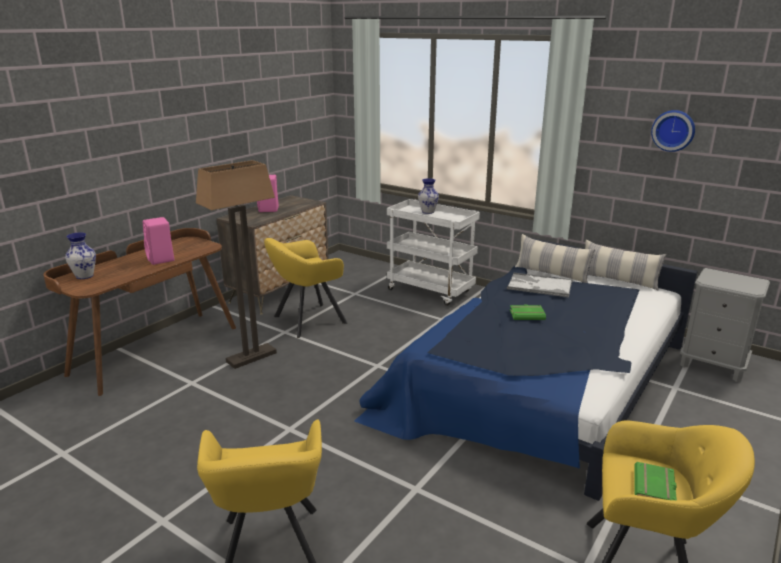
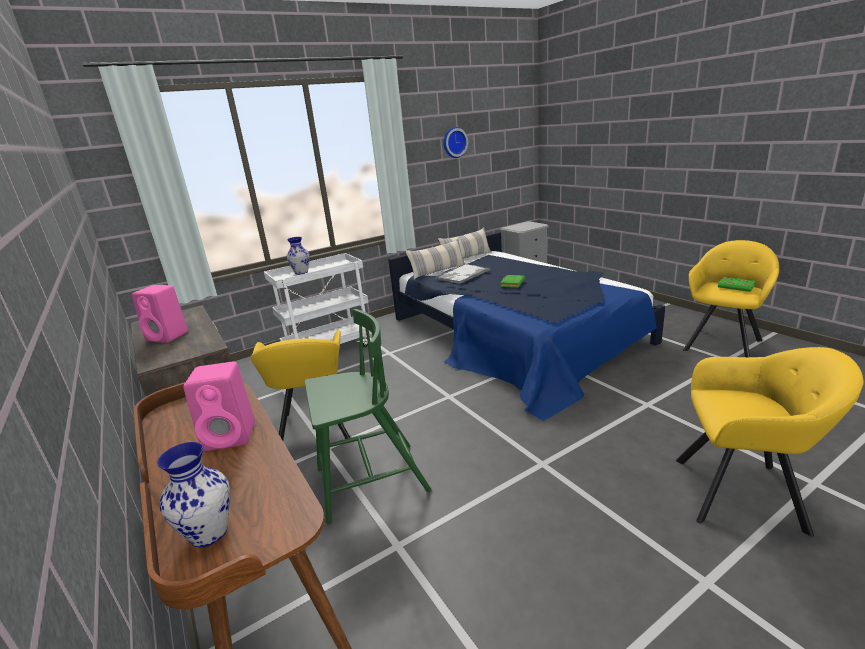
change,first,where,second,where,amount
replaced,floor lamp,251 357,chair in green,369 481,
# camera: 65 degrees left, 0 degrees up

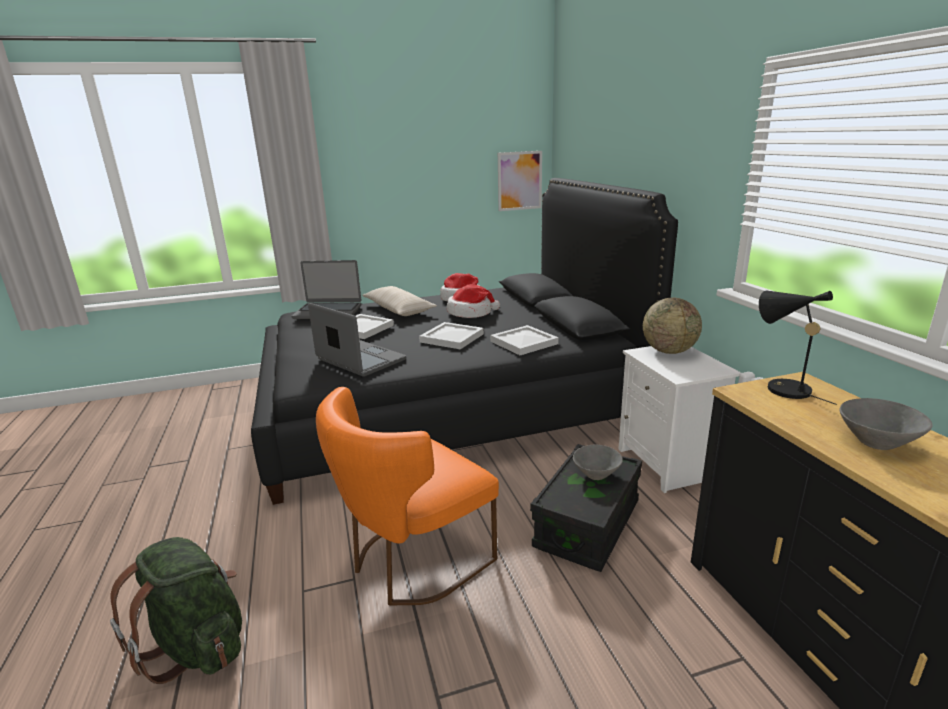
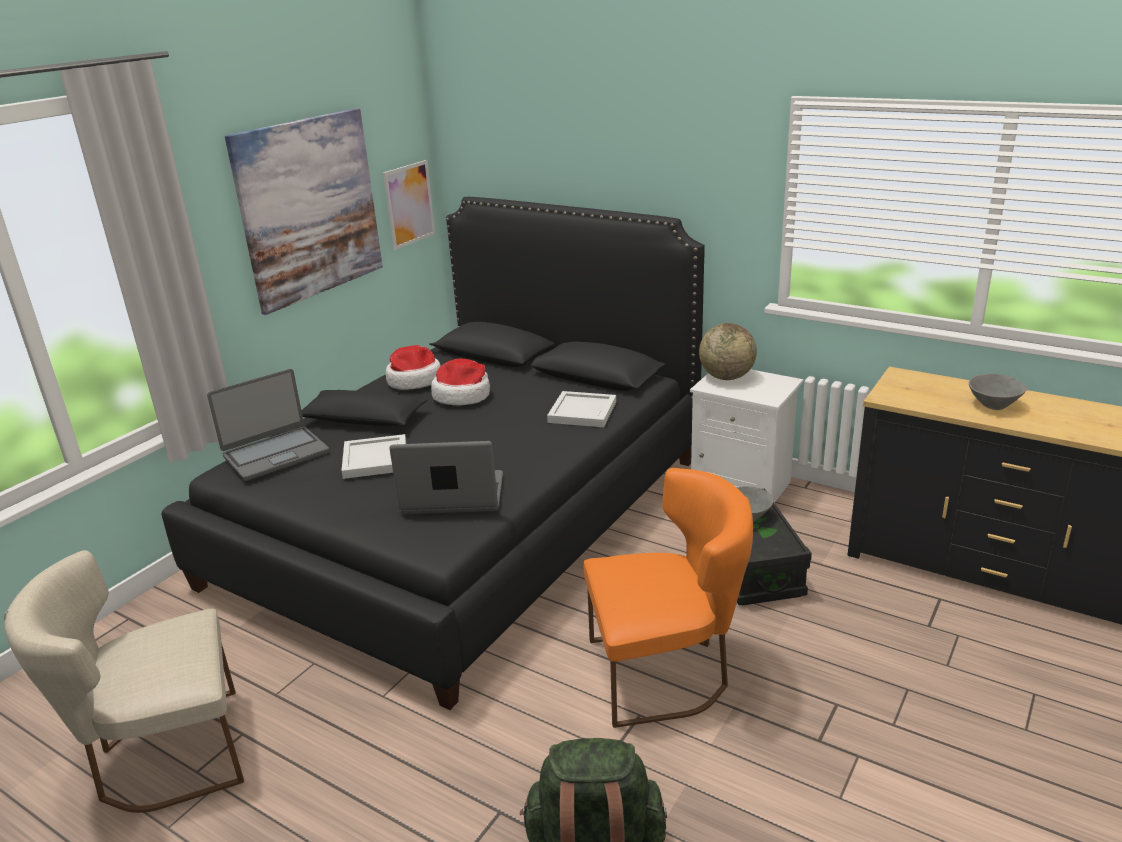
change,first,where,second,where,amount
removed,tray in white,453 338,,,
removed,table lamp in black,781 388,,,
added,,,chair in beige,164 757,
added,,,picture,309 208,
recoloured,pillow in beige,398 309,pillow in black,363 420,
turned,chair in orange,413 562,,666 672,105 degrees counterclockwise
# camera: 40 degrees left, 5 degrees up

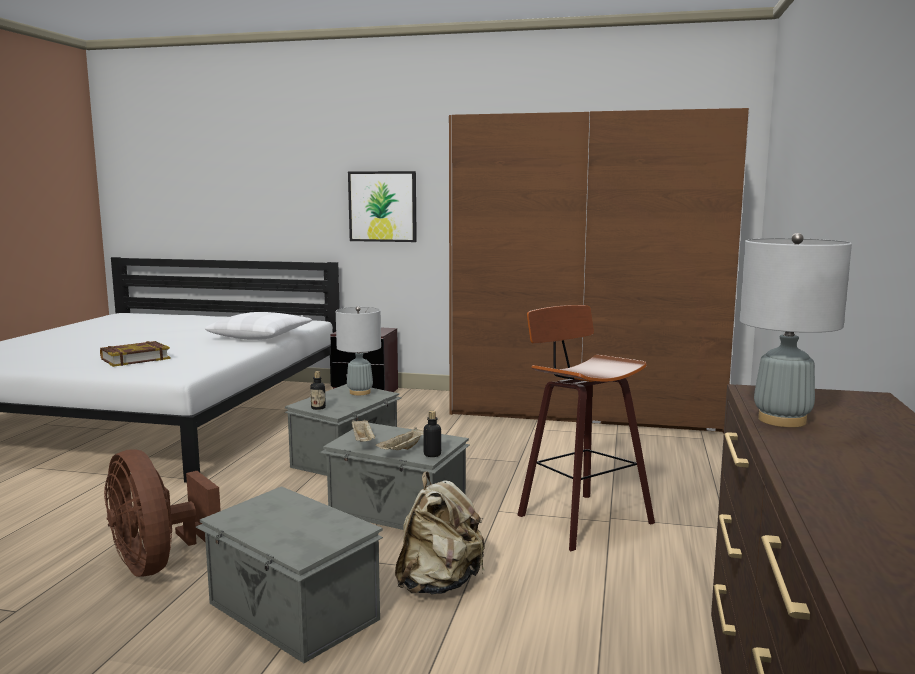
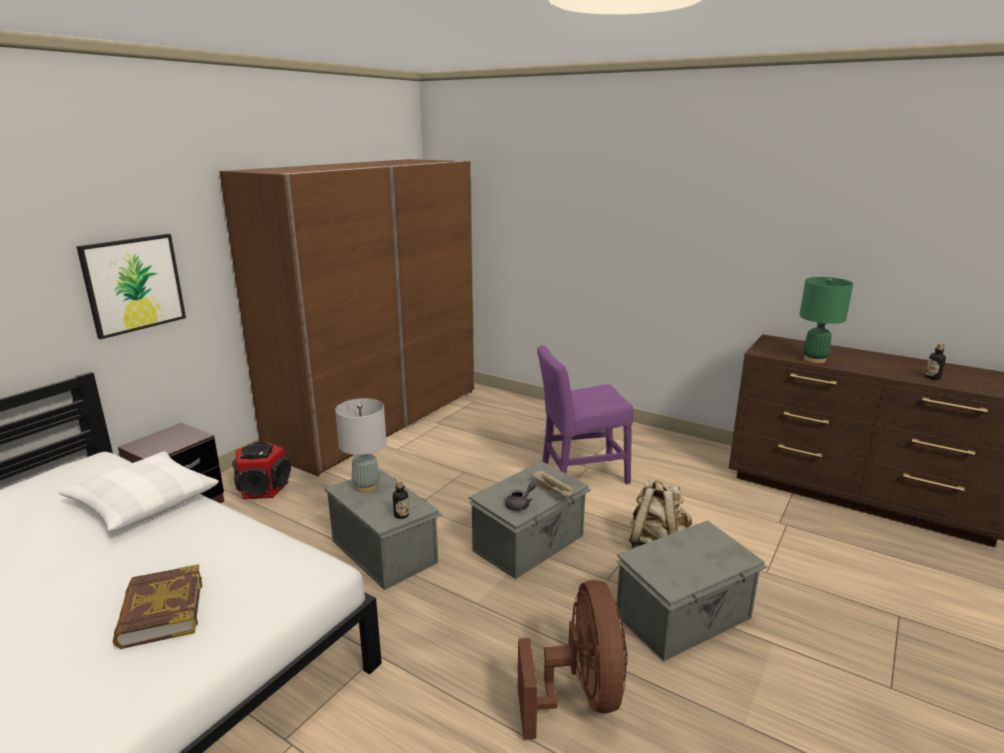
change,first,where,second,where,amount
added,,,speaker,263 488,
moved,bottle,432 454,,932 377,
replaced,tray in beige,363 441,teapot in grey,520 504,
replaced,stool,579 518,chair in purple,580 475,
recoloured,table lamp in grey,782 420,table lamp in green,815 360,
turned,fan in brown,157 564,,580 695,75 degrees counterclockwise
# camera: 70 degrees left, 10 degrees up

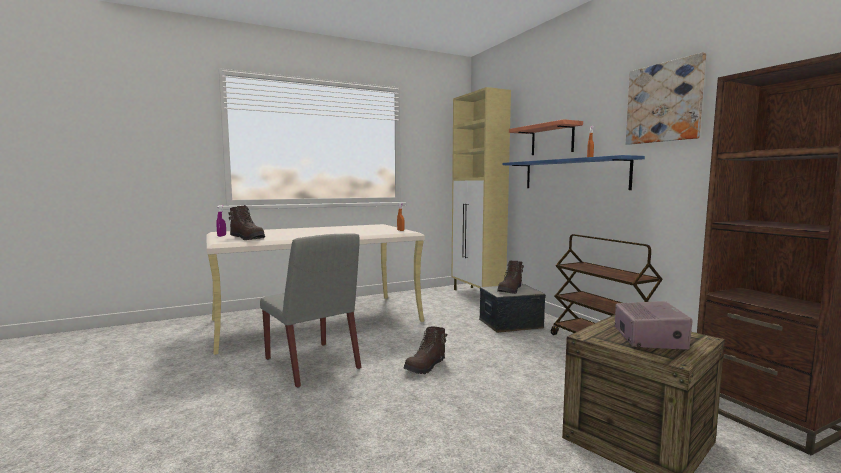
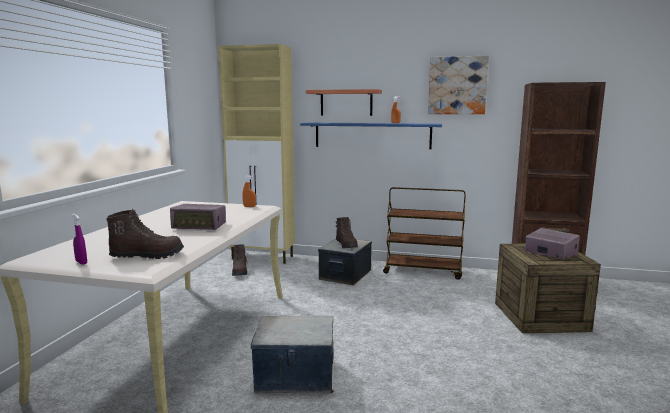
change,first,where,second,where,amount
added,,,radio,199 226,
moved,boot in brown,426 366,,240 271,
replaced,chair in grey,312 364,storage box,295 376,
# camera: 50 degrees left, 5 degrees up

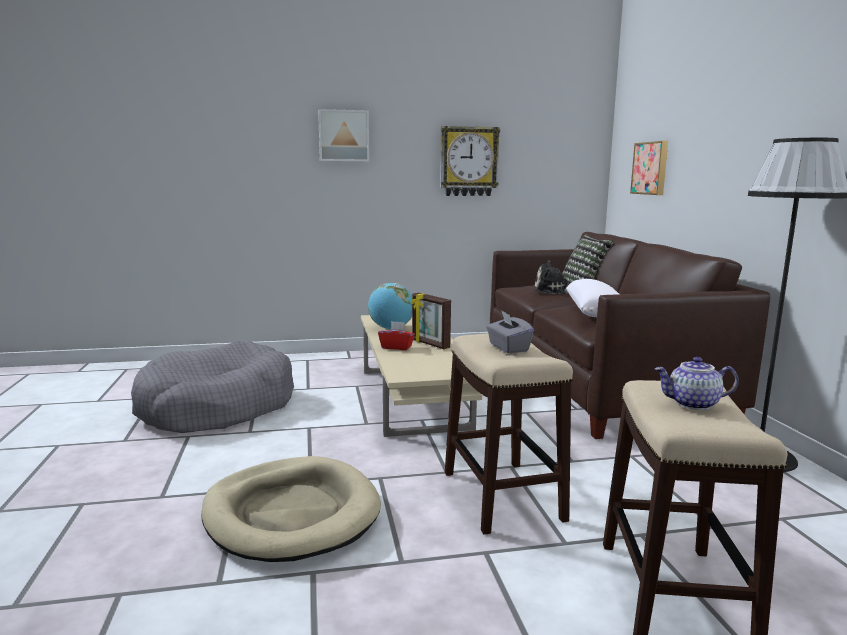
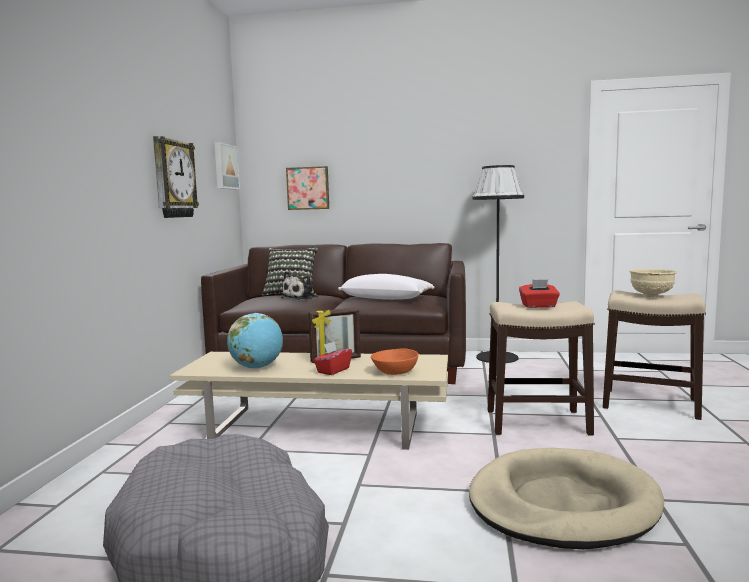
change,first,where,second,where,amount
added,,,bowl in orange,395 372,
moved,picture,343 136,,225 166,
replaced,teapot,693 404,bowl in beige,651 295,
recoloured,tissue box in grey,508 348,tissue box in red,539 306,
# camera: 70 degrees left, 5 degrees down

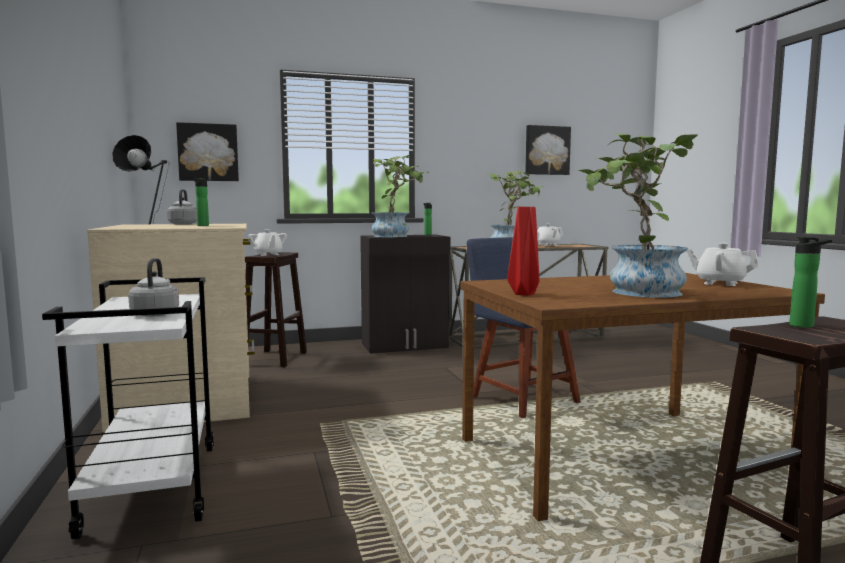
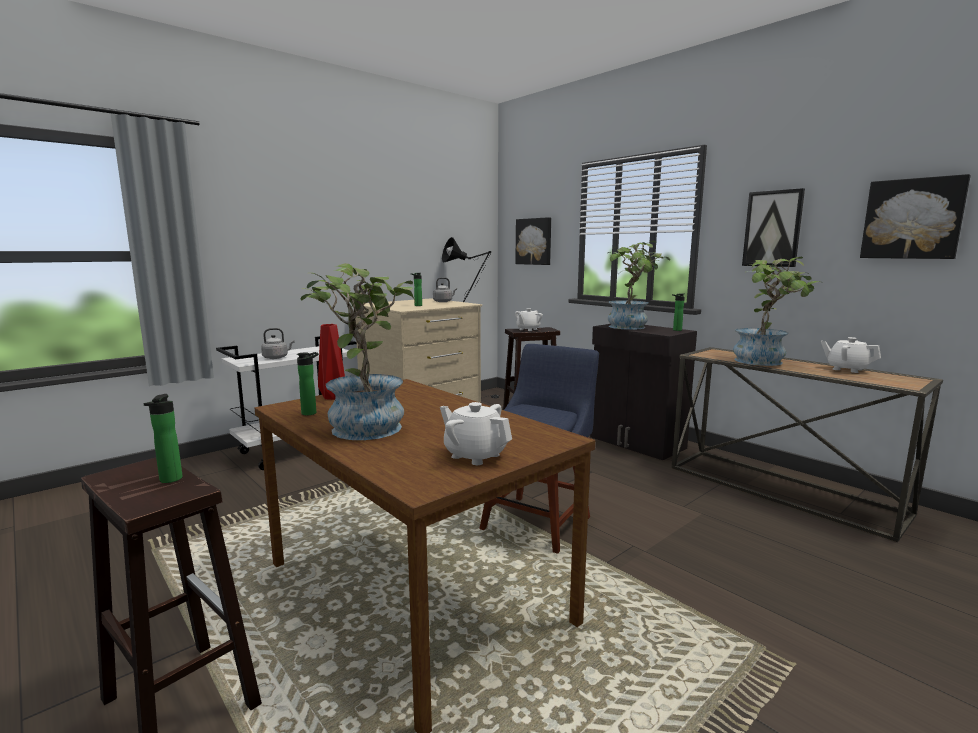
change,first,where,second,where,amount
added,,,bottle,311 413,
added,,,picture,772 229,
turned,teapot in white,720 283,,475 455,60 degrees counterclockwise
# camera: 65 degrees right, 5 degrees up

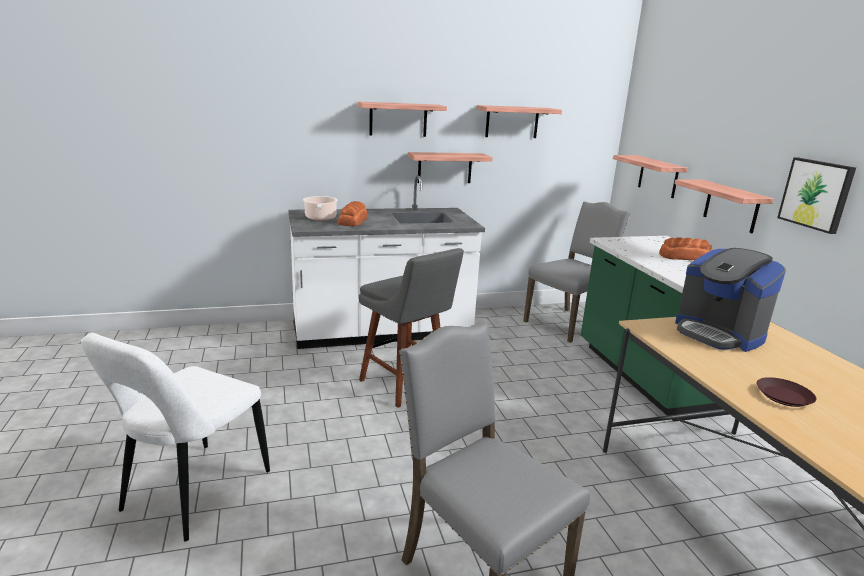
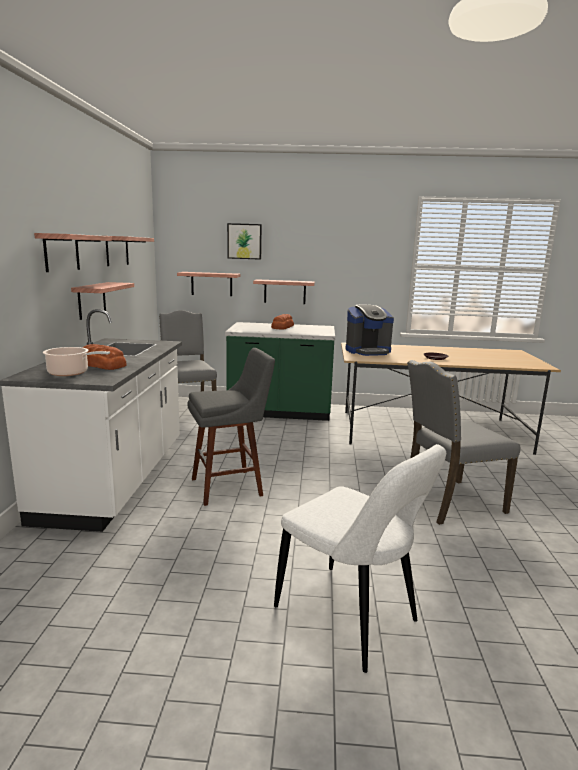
change,first,where,second,where,amount
moved,picture,816 194,,244 241,
# camera: 70 degrees left, 5 degrees down

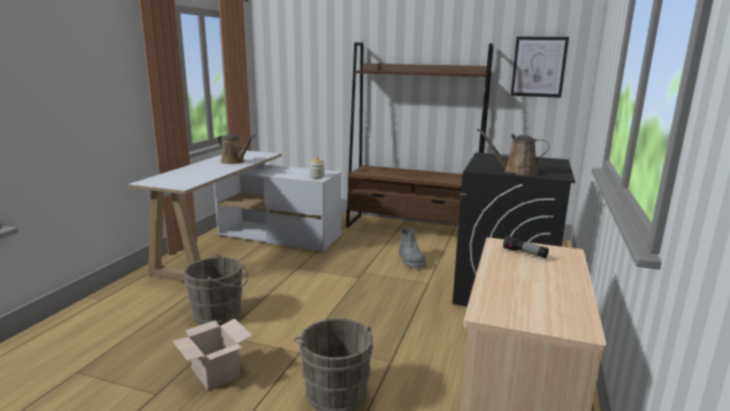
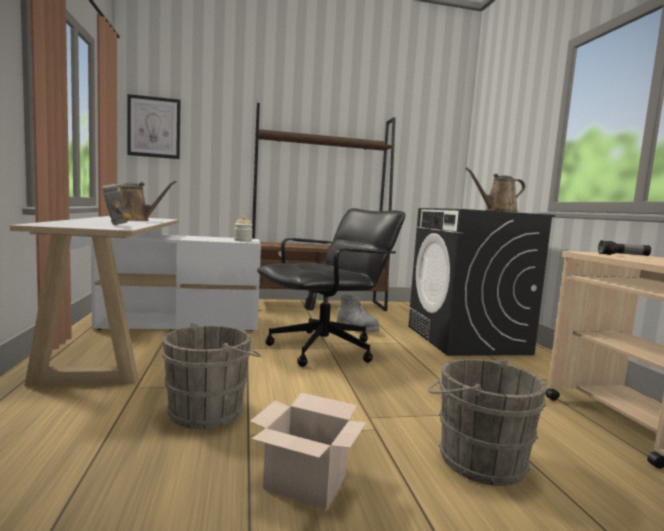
change,first,where,second,where,amount
added,,,hammer,119 226,
added,,,office chair in black,324 349,
moved,picture,538 67,,154 127,
# camera: 30 degrees left, 10 degrees down

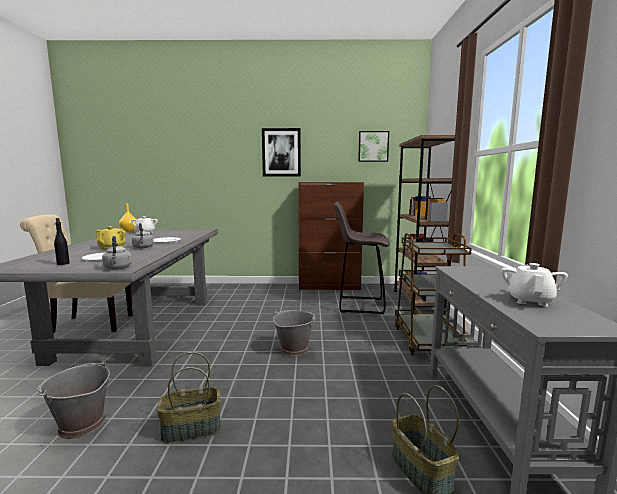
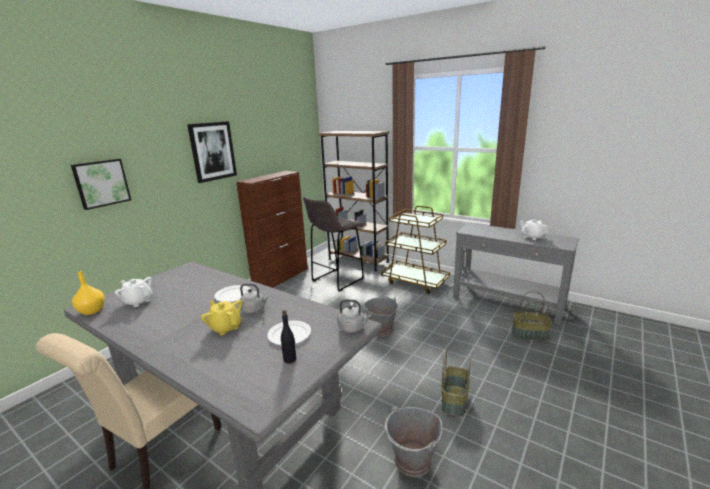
change,first,where,second,where,amount
moved,picture,373 146,,101 183,
# camera: 55 degrees left, 10 degrees up

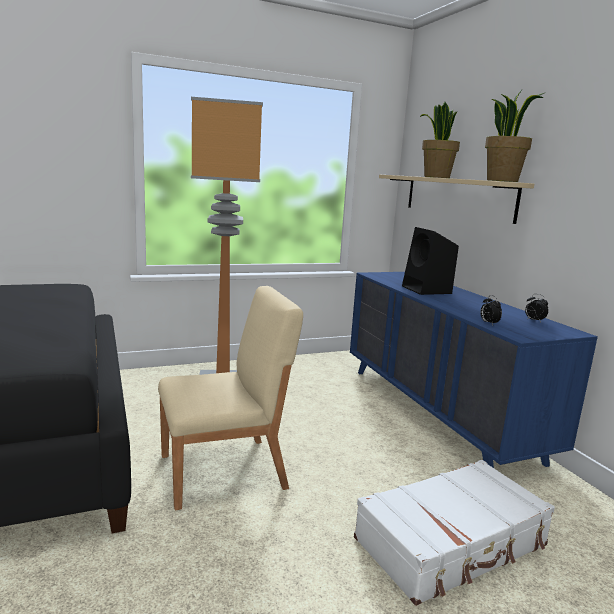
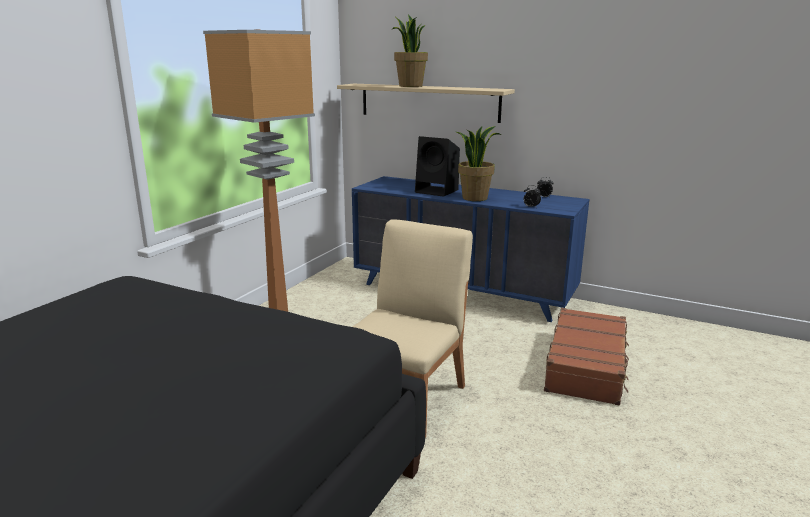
change,first,where,second,where,amount
moved,potted plant,502 181,,475 198,
recoloured,suitcase in white,452 543,suitcase in brown,587 366,
# camera: 40 degrees left, 5 degrees up

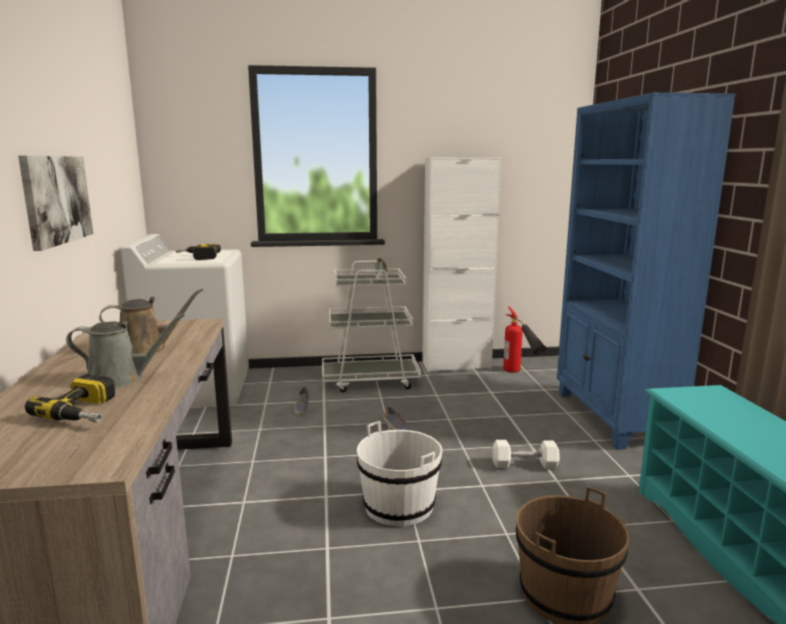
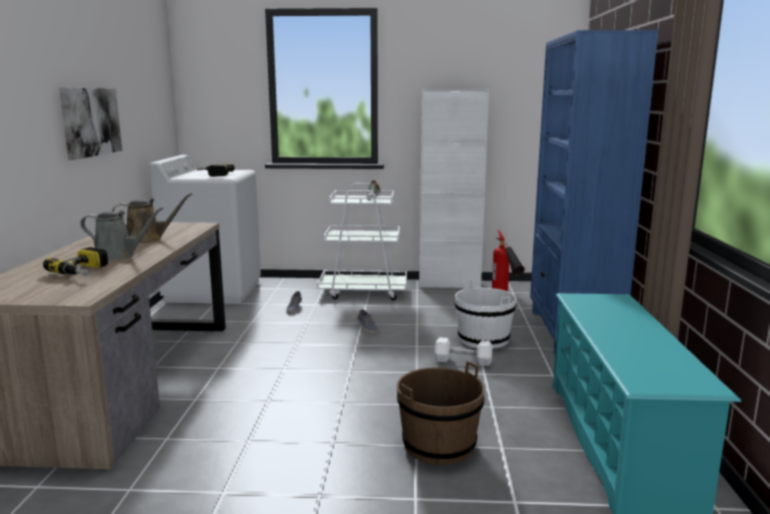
change,first,where,second,where,amount
moved,bucket in white,399 506,,483 339,
# camera: 10 degrees right, 0 degrees up

